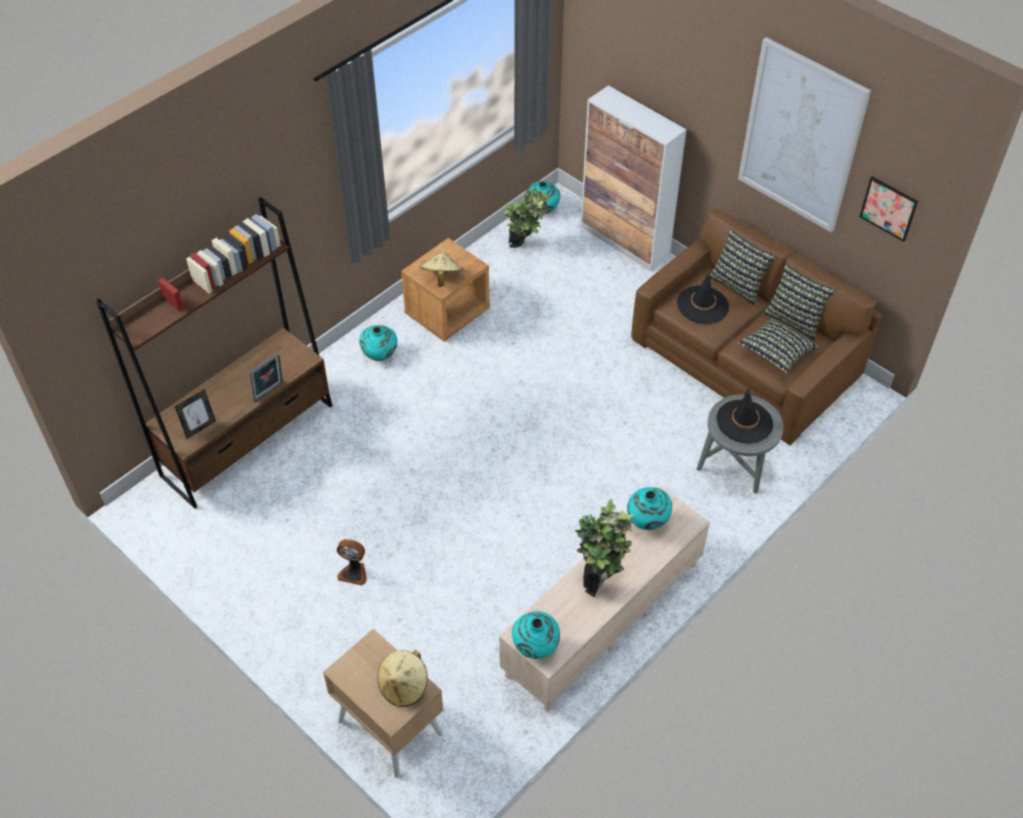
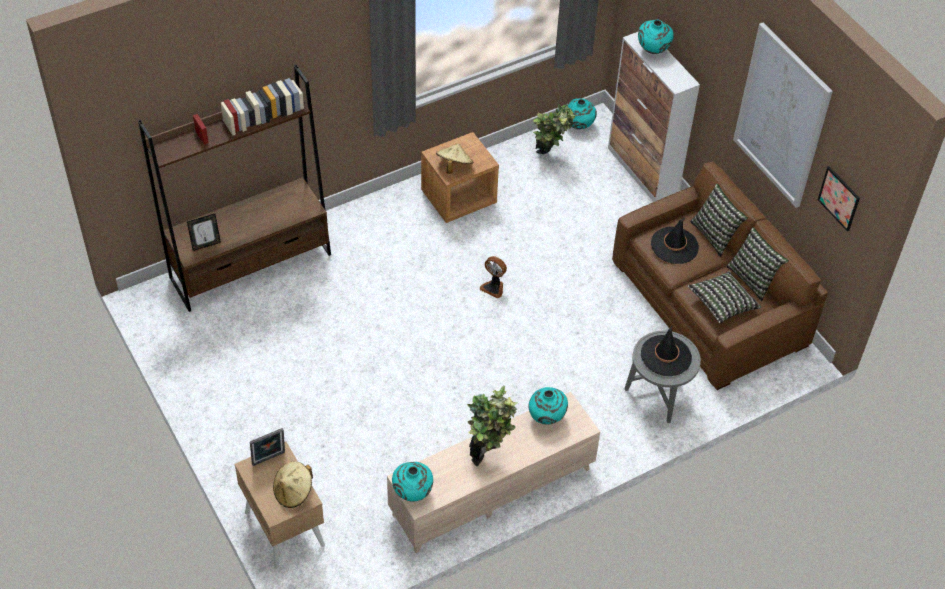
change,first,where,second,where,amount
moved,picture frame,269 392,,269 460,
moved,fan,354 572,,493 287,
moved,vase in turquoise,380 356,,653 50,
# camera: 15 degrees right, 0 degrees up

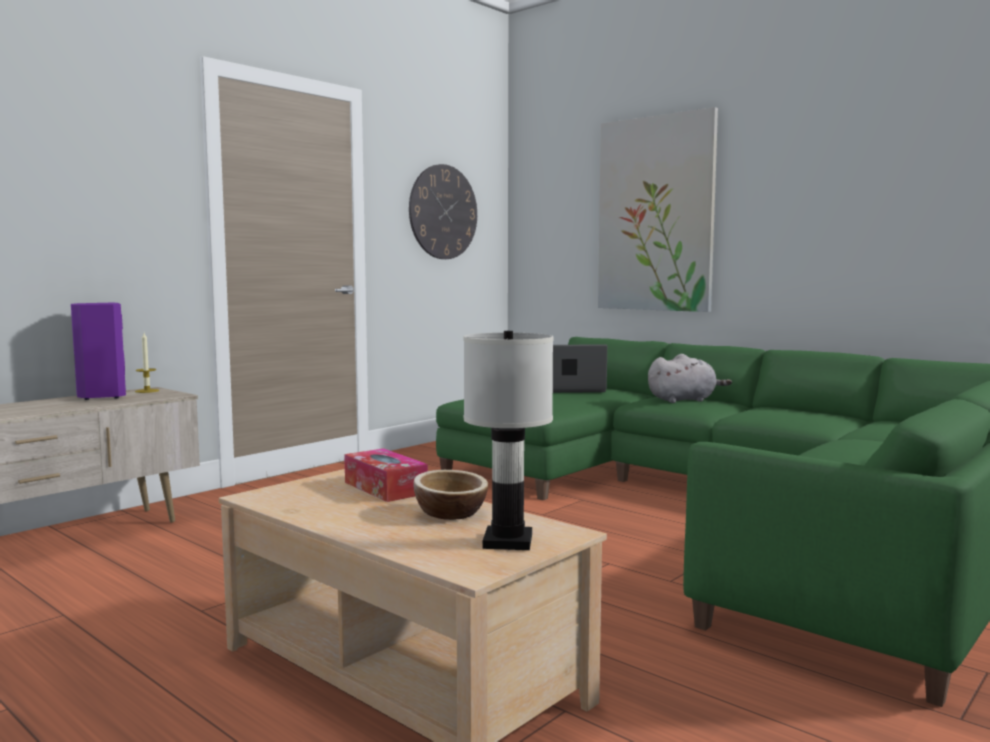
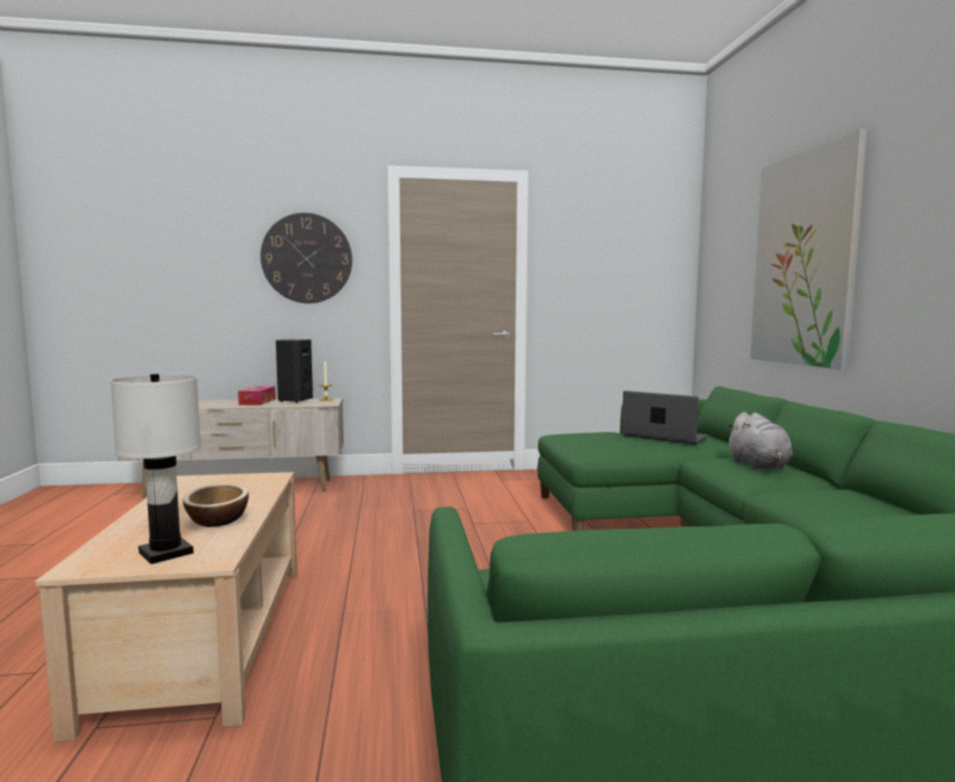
change,first,where,second,where,amount
moved,tissue box,385 488,,257 402,
moved,wall clock,443 212,,307 258,
recoloured,speaker in purple,101 396,speaker in black,294 400,
turned,plush toy in grey,684 400,,759 466,60 degrees clockwise
# camera: 40 degrees right, 0 degrees up

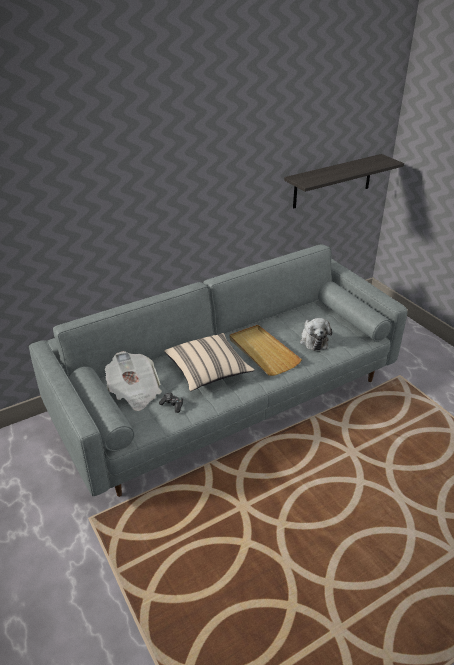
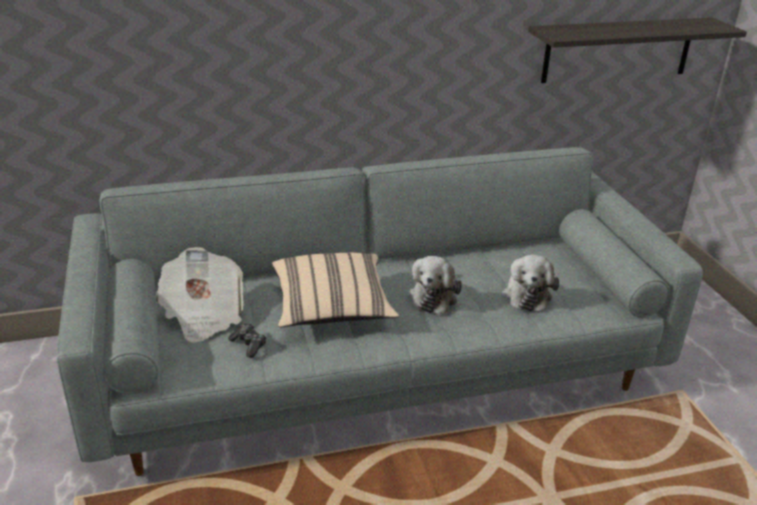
change,first,where,second,where,amount
replaced,tray in beige,263 352,plush toy,433 296,
# camera: 15 degrees right, 5 degrees down

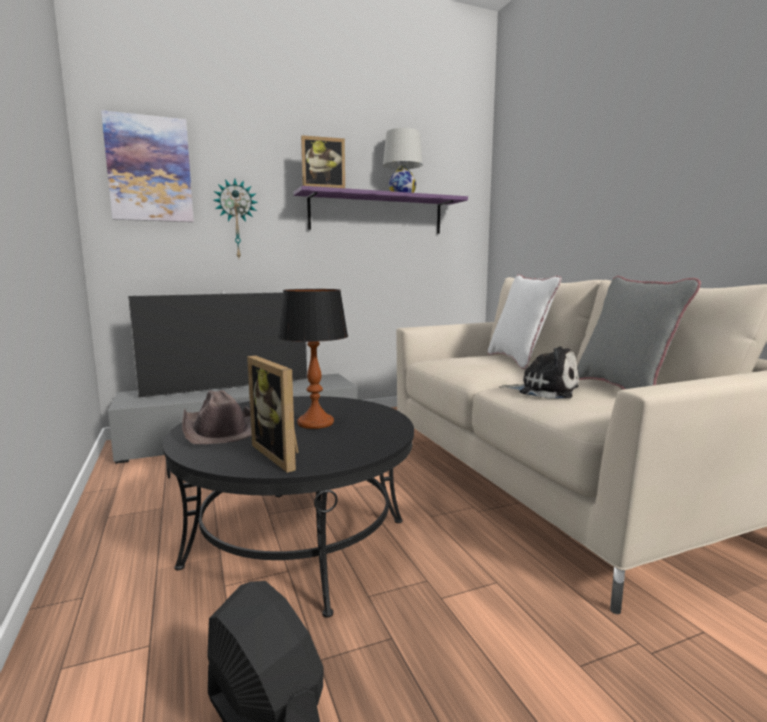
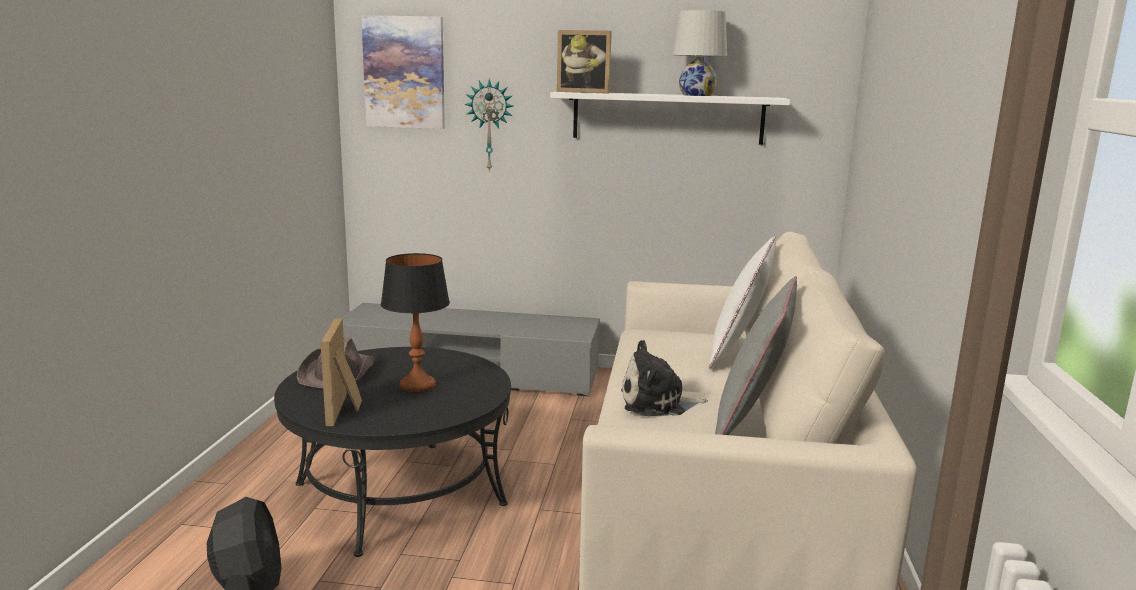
change,first,where,second,where,amount
removed,television,228 388,,,
recoloured,shelf in purple,377 214,shelf in white,667 117,
turned,plush toy,544 390,,657 403,120 degrees clockwise
# camera: 30 degrees right, 5 degrees up

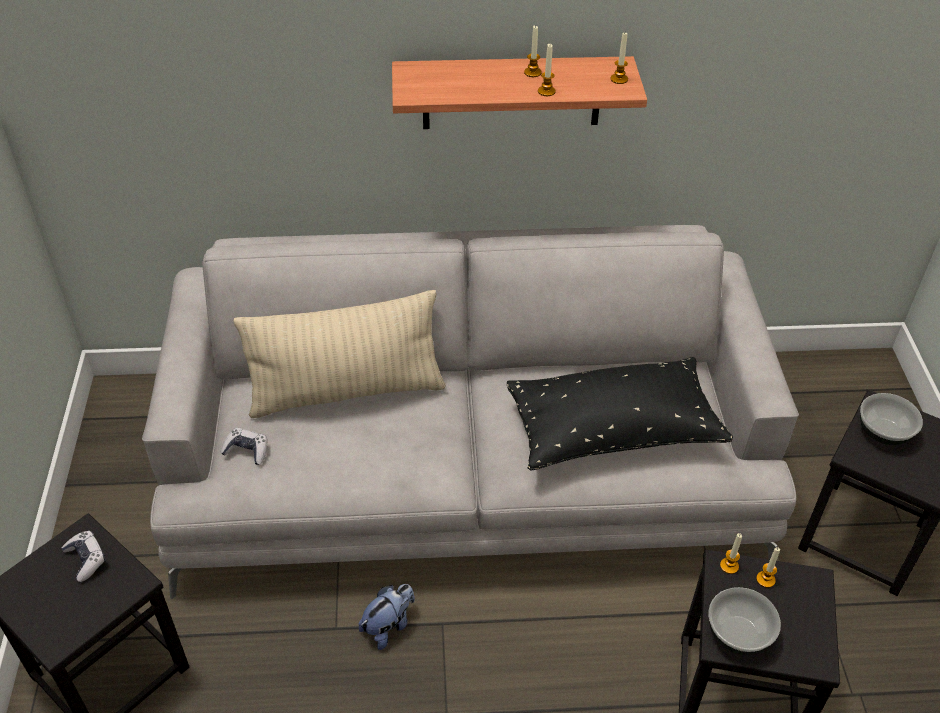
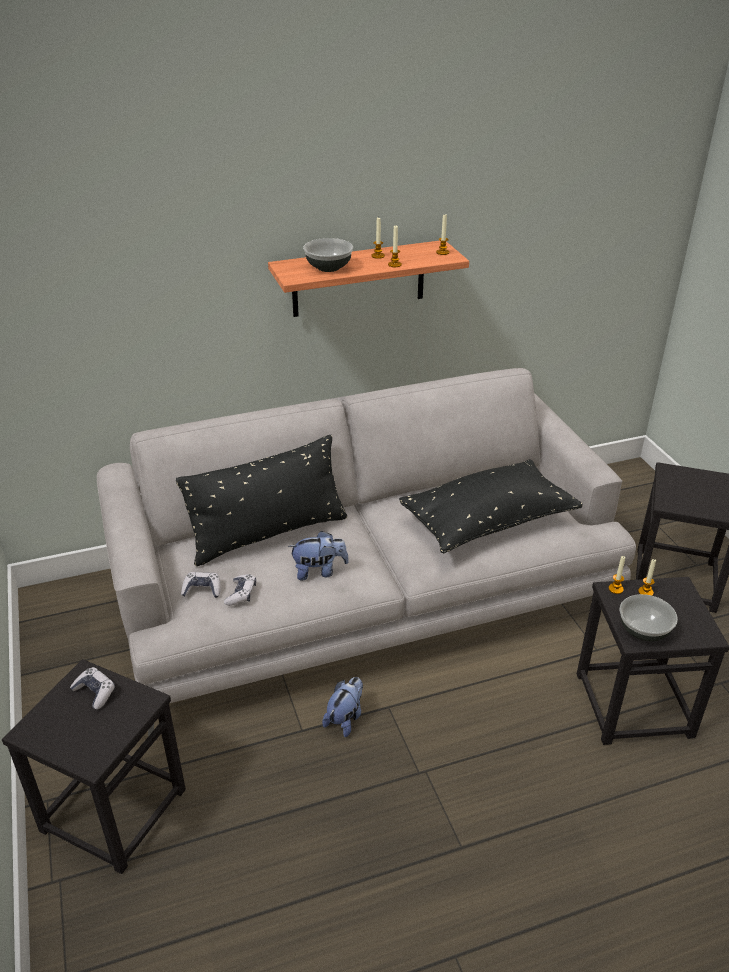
change,first,where,second,where,amount
added,,,game controller,241 594,
added,,,plush toy,319 571,
moved,bowl,883 431,,328 267,
recoloured,pillow in beige,347 392,pillow in black,269 534,
# camera: 15 degrees left, 10 degrees down

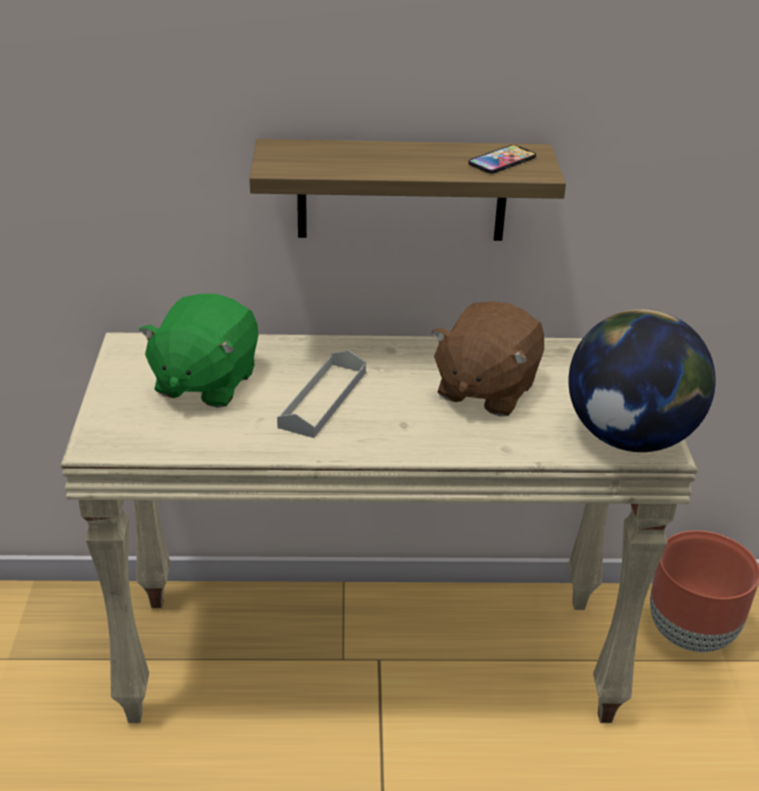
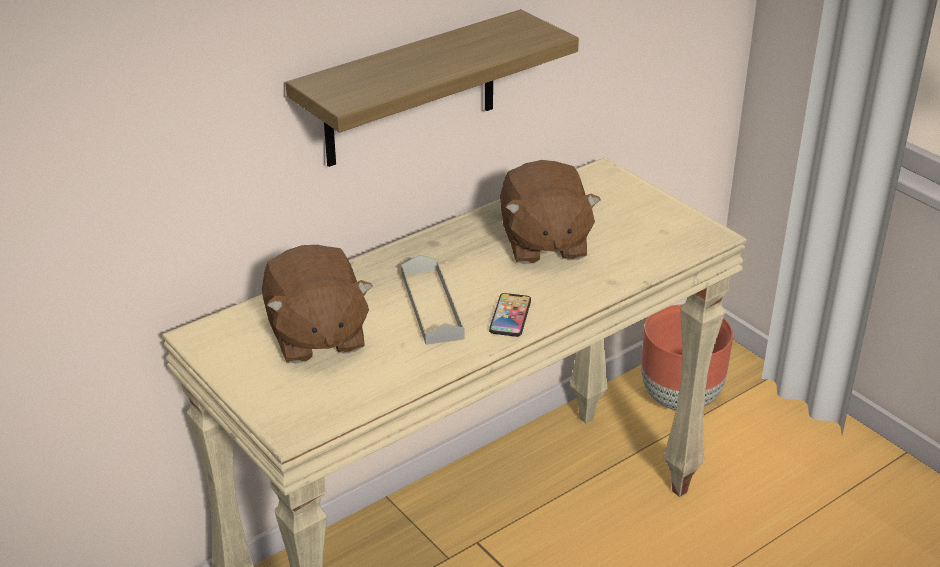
change,first,where,second,where,amount
removed,globe,630 438,,,
moved,phone,502 161,,510 316,
recoloured,plush toy in green,204 382,plush toy in brown,316 336,
# camera: 35 degrees left, 0 degrees up

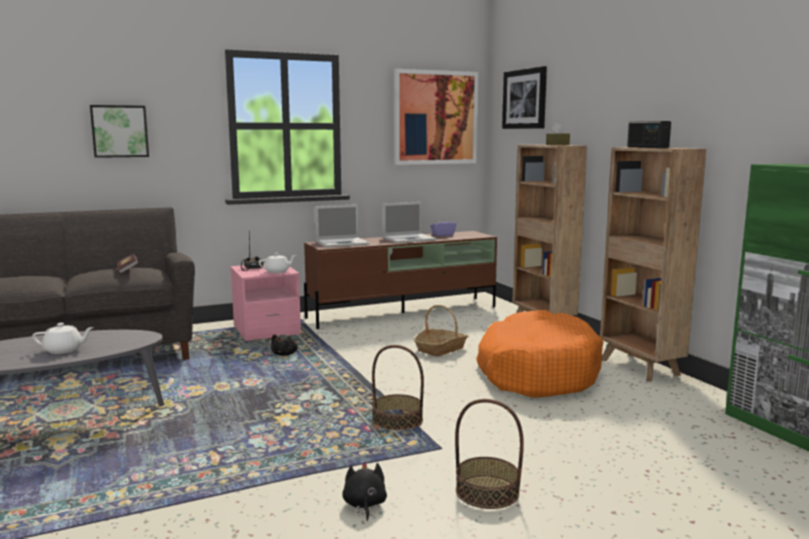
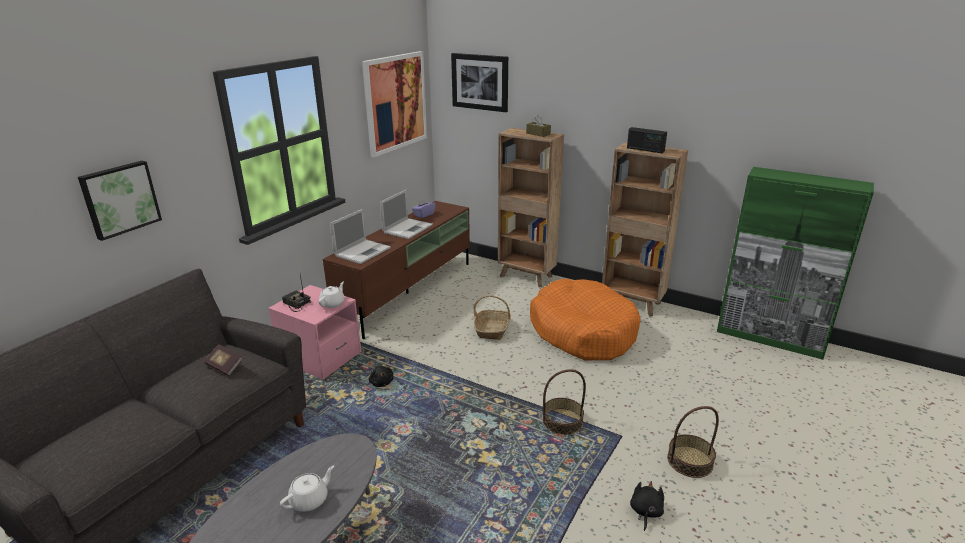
change,first,where,second,where,amount
turned,plush toy in black,364 505,,645 512,60 degrees clockwise
# camera: 35 degrees left, 15 degrees up

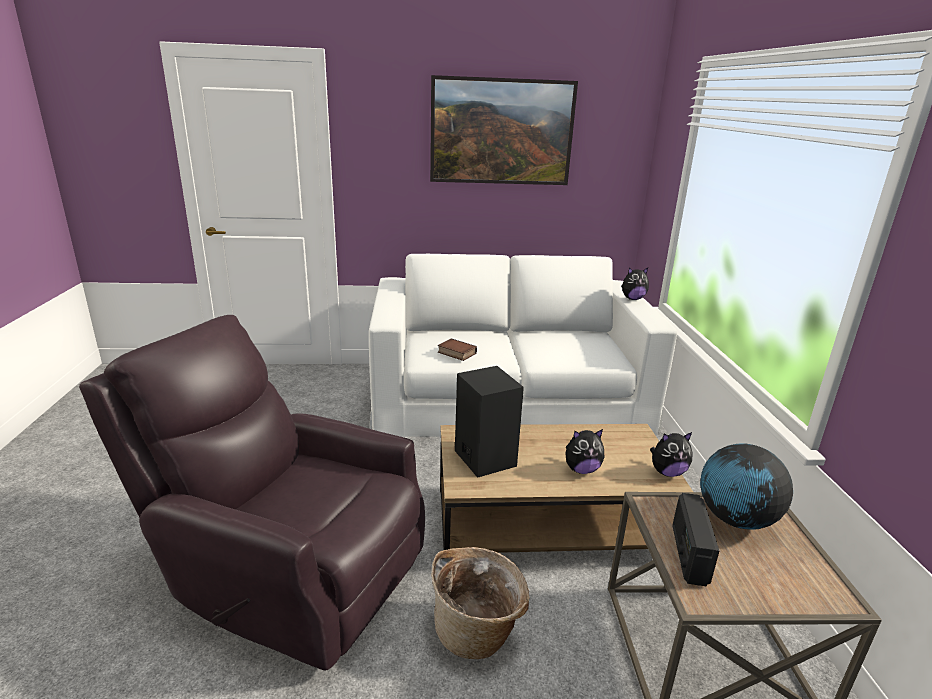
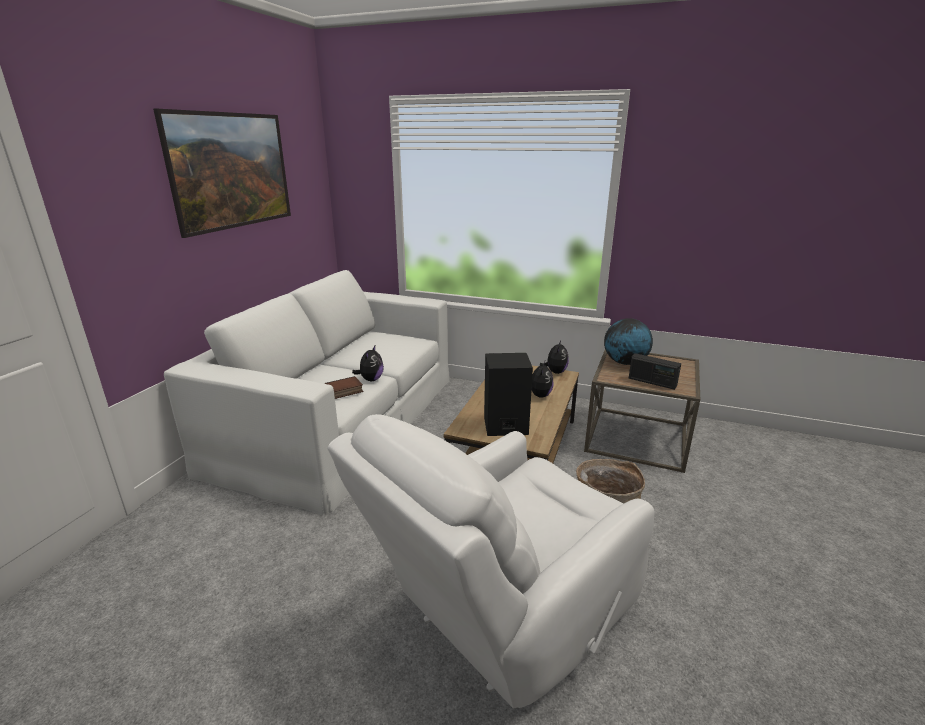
change,first,where,second,where,amount
moved,plush toy,632 299,,371 379,
recoloured,armchair in brown,285 570,armchair in white,502 615,
# camera: 65 degrees left, 0 degrees up

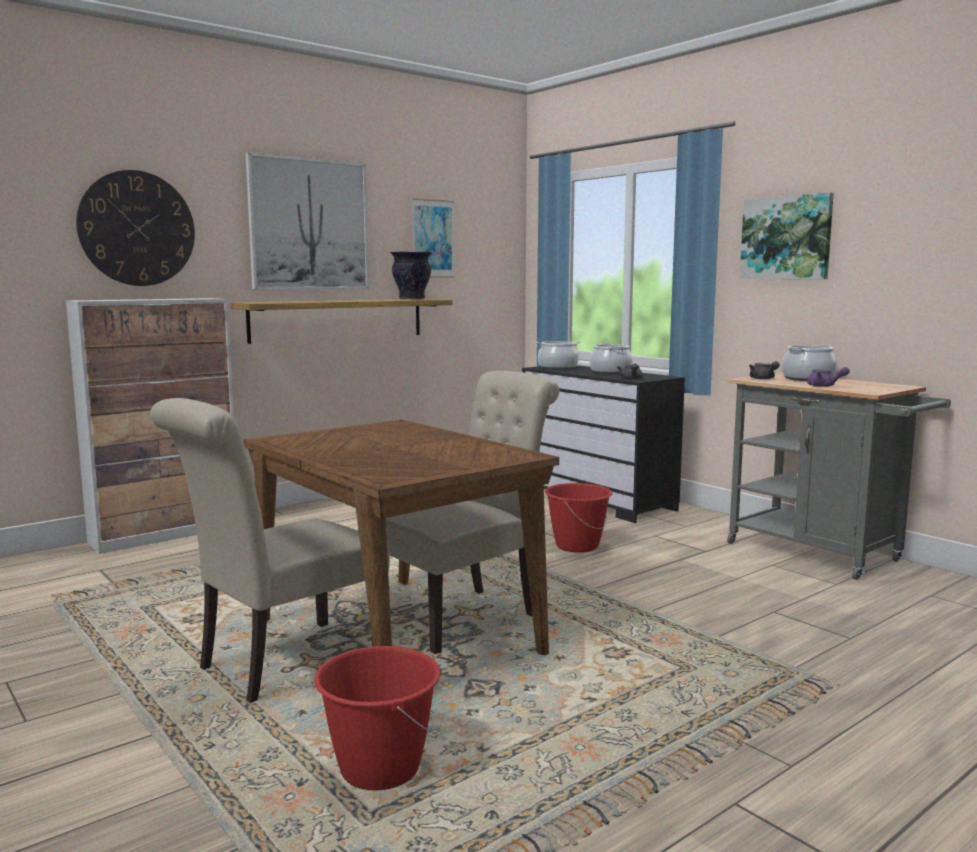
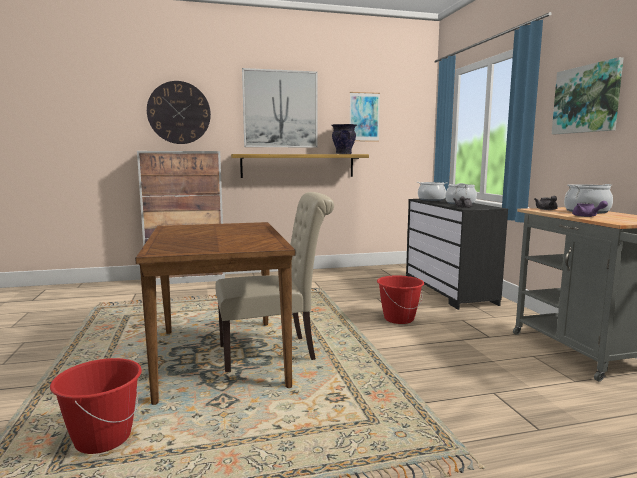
change,first,where,second,where,amount
removed,chair in beige,281 664,,,
# camera: 25 degrees right, 0 degrees up

